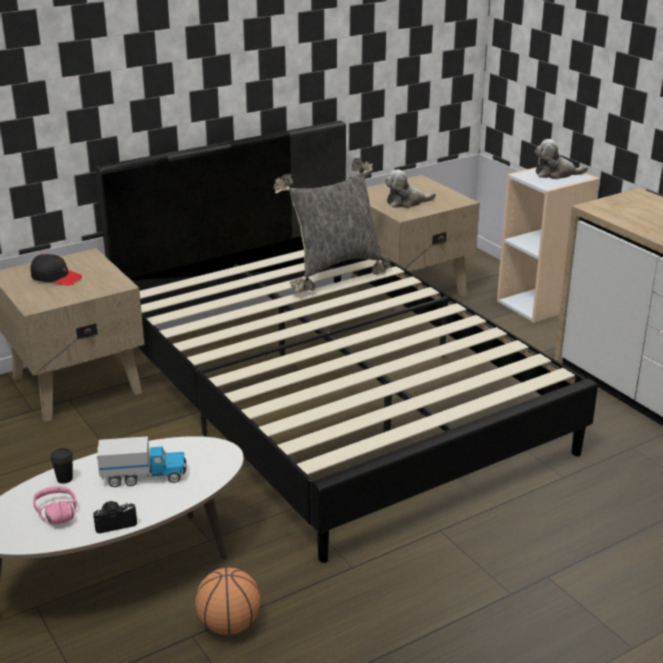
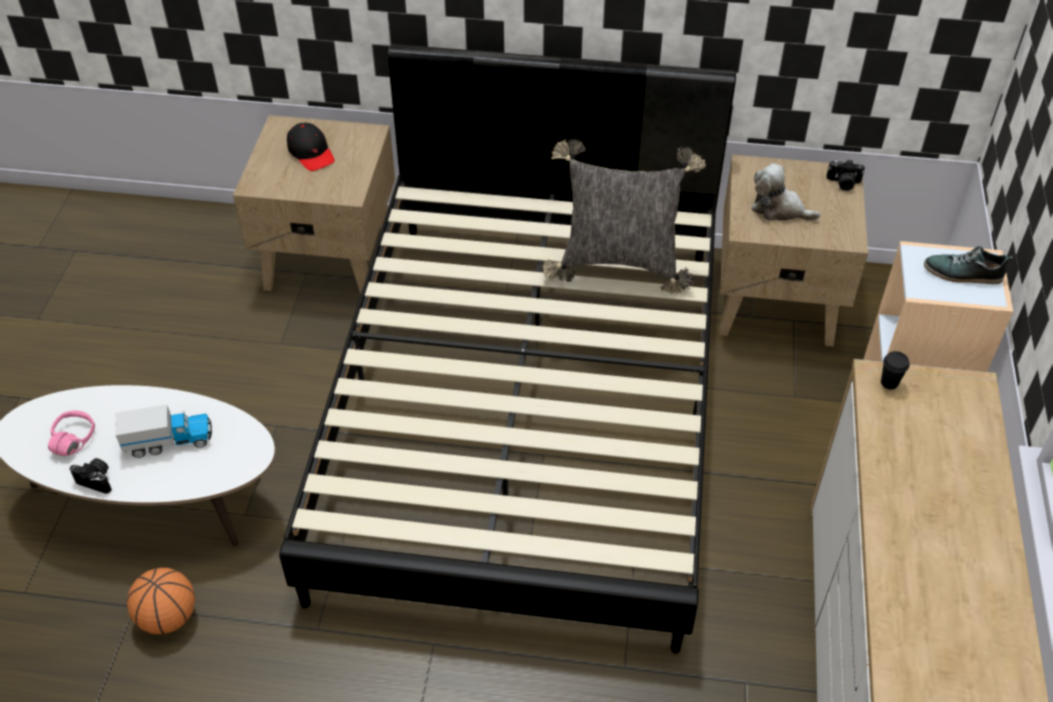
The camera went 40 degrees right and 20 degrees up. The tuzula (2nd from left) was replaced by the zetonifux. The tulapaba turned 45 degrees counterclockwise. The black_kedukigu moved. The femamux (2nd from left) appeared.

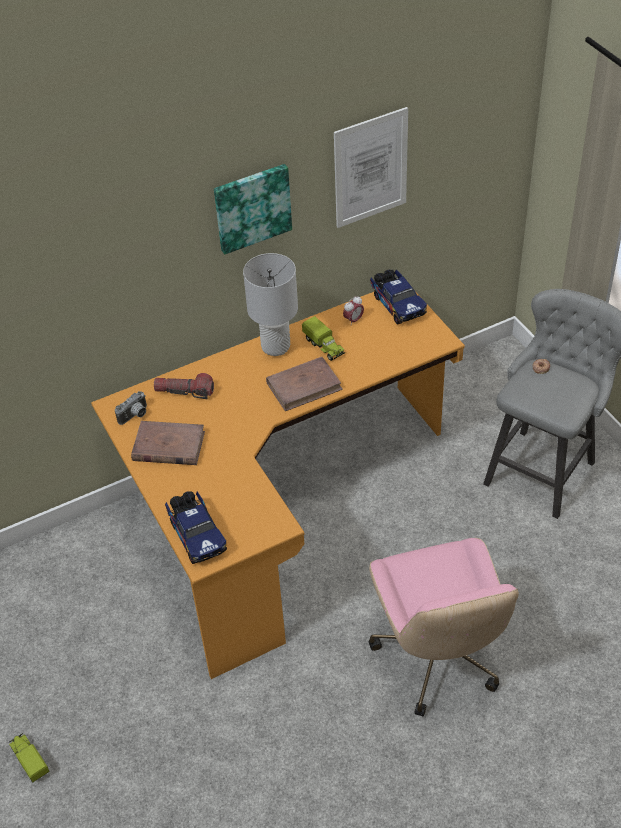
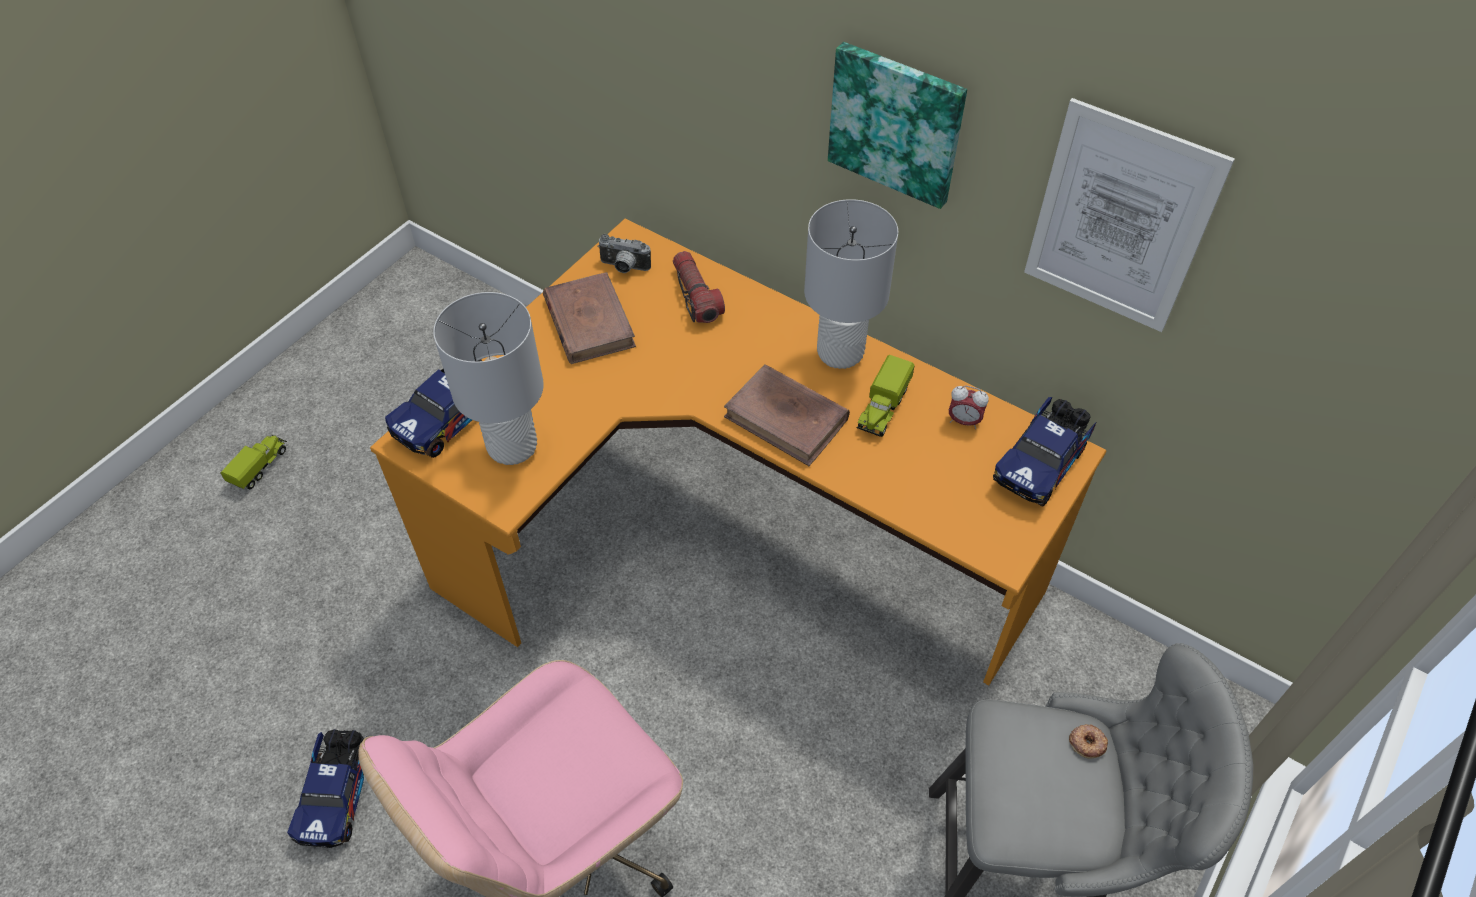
The camera went 60 degrees right and 5 degrees up. The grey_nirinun (1st from left) appeared. The tulapaba (2nd from left) appeared.

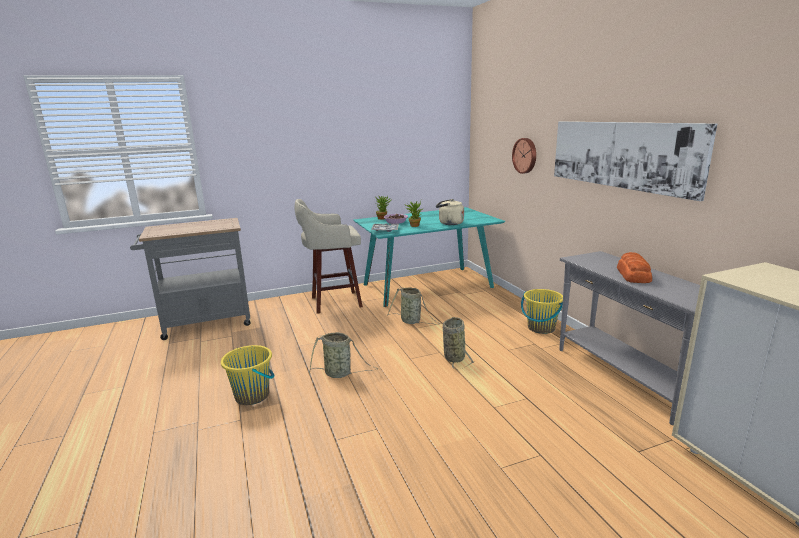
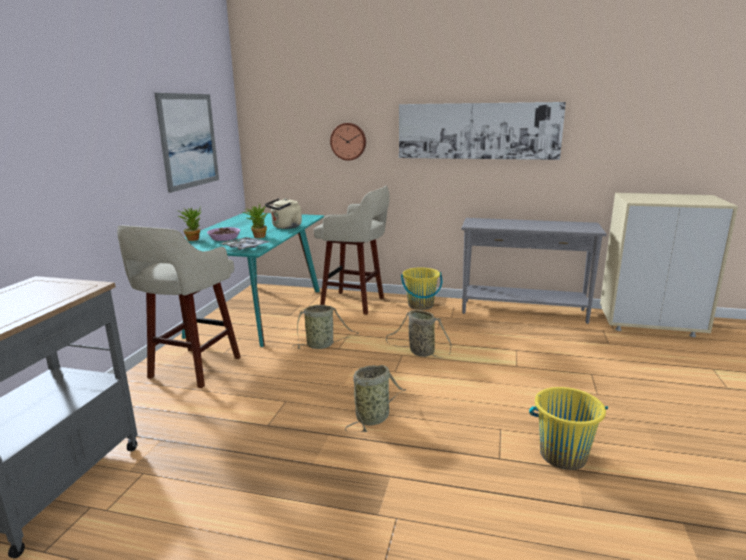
The camera went 55 degrees left and 0 degrees up. The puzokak disappeared. The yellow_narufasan (1st from left in the first image) moved. The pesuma (1st from left) appeared. The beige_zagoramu (2nd from left) appeared.

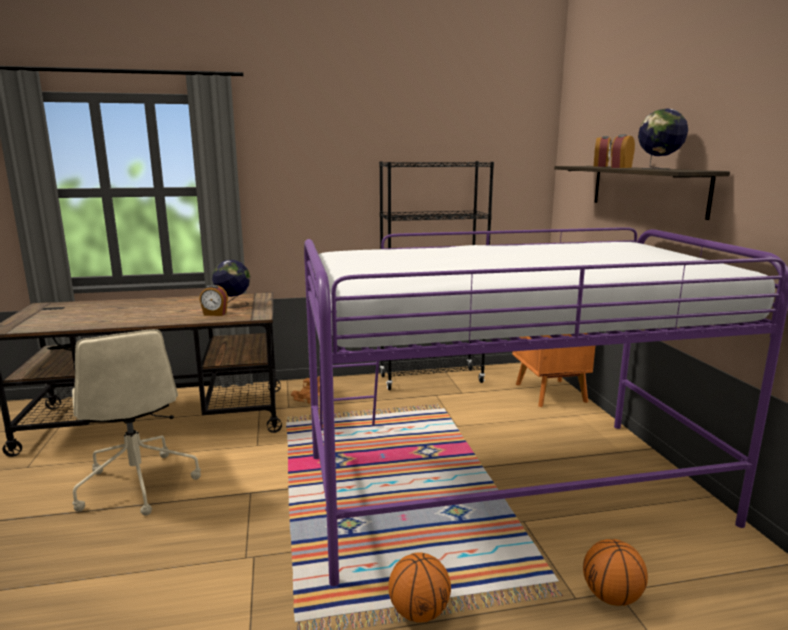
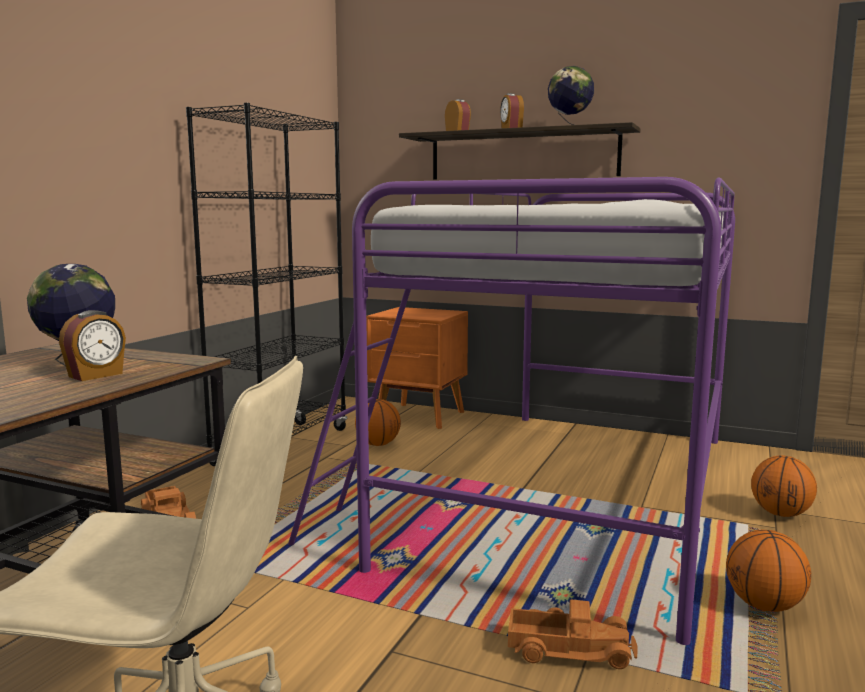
The camera went 55 degrees left and 5 degrees down. The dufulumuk (1st from left) appeared. The tulapaba (2nd from left) appeared.

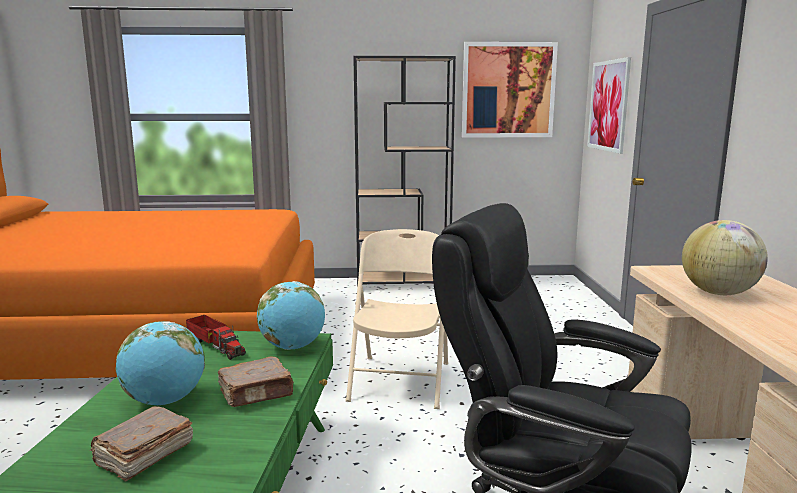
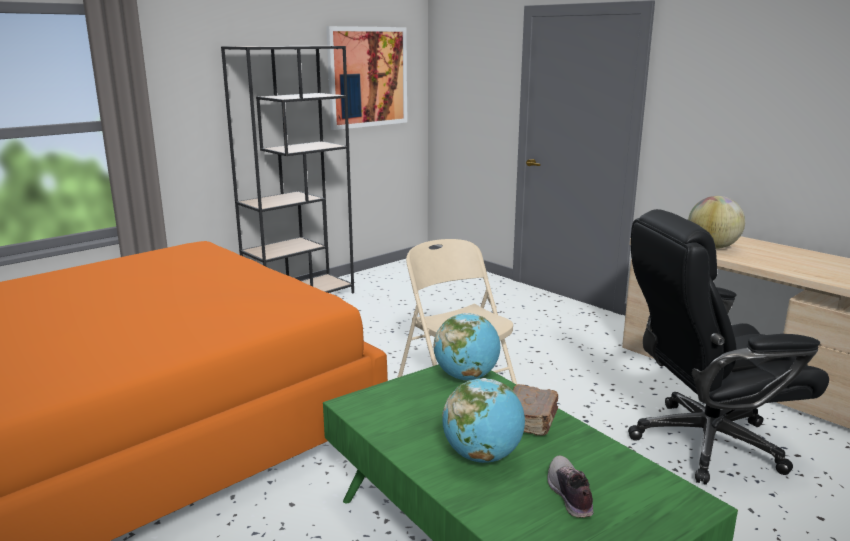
The camera went 40 degrees left and 5 degrees up. The pesuma (2nd from left) disappeared. The tulapaba disappeared. The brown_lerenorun (1st from left) was replaced by the zetonifux.

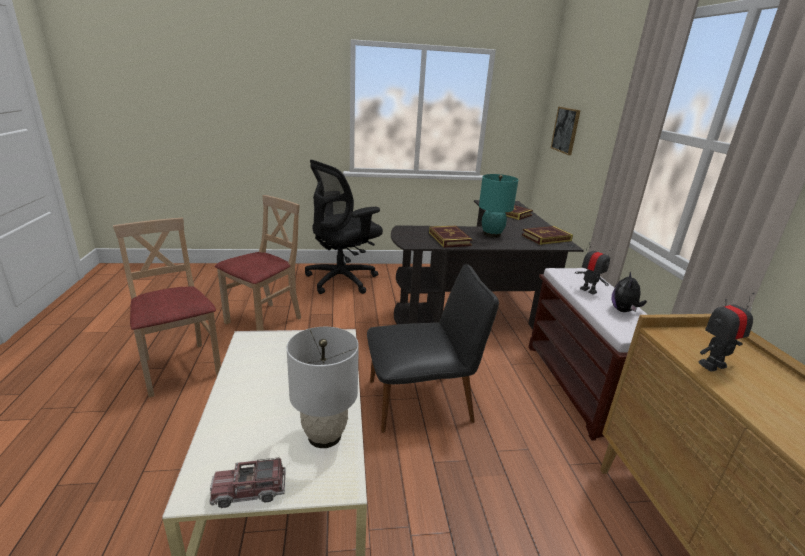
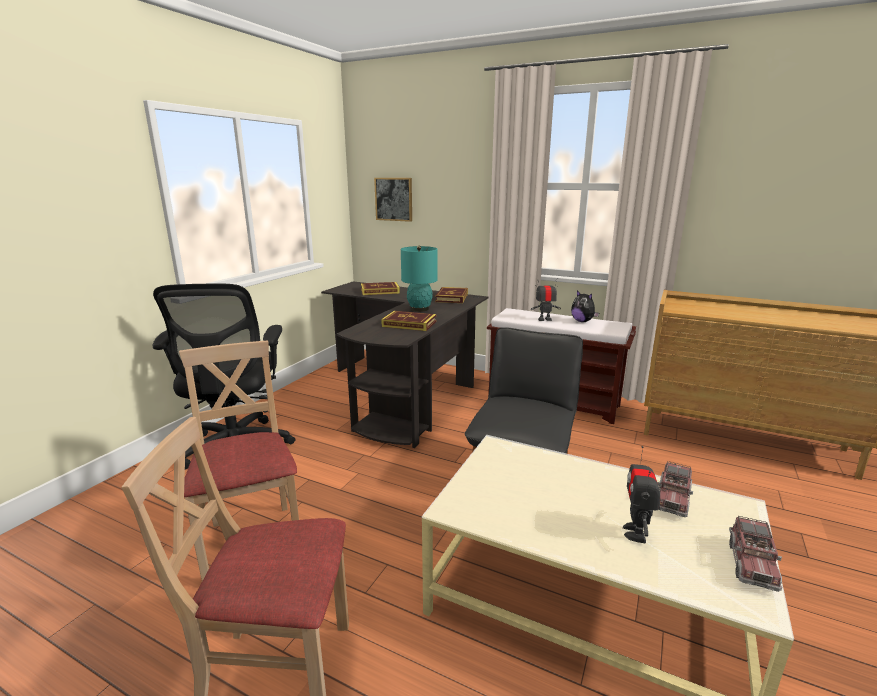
The camera went 55 degrees left and 5 degrees down. The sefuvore (2nd from left) moved. The white_nirinun was replaced by the tulapaba (1st from left).

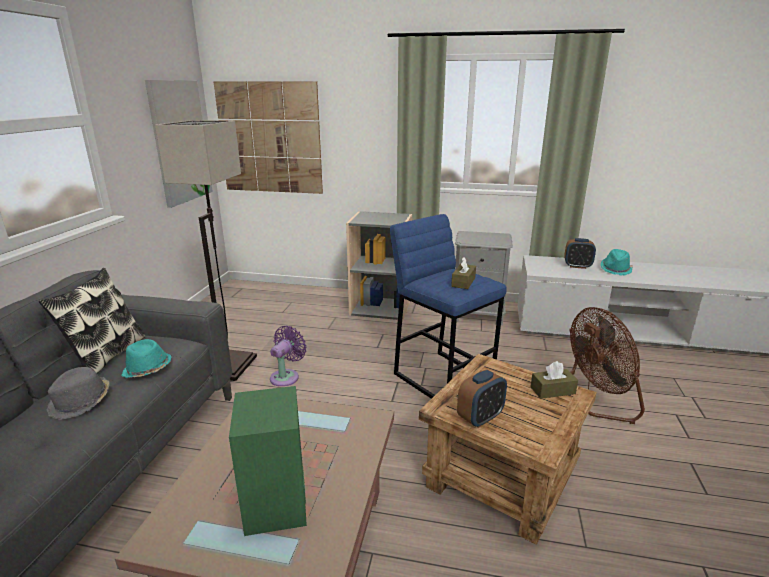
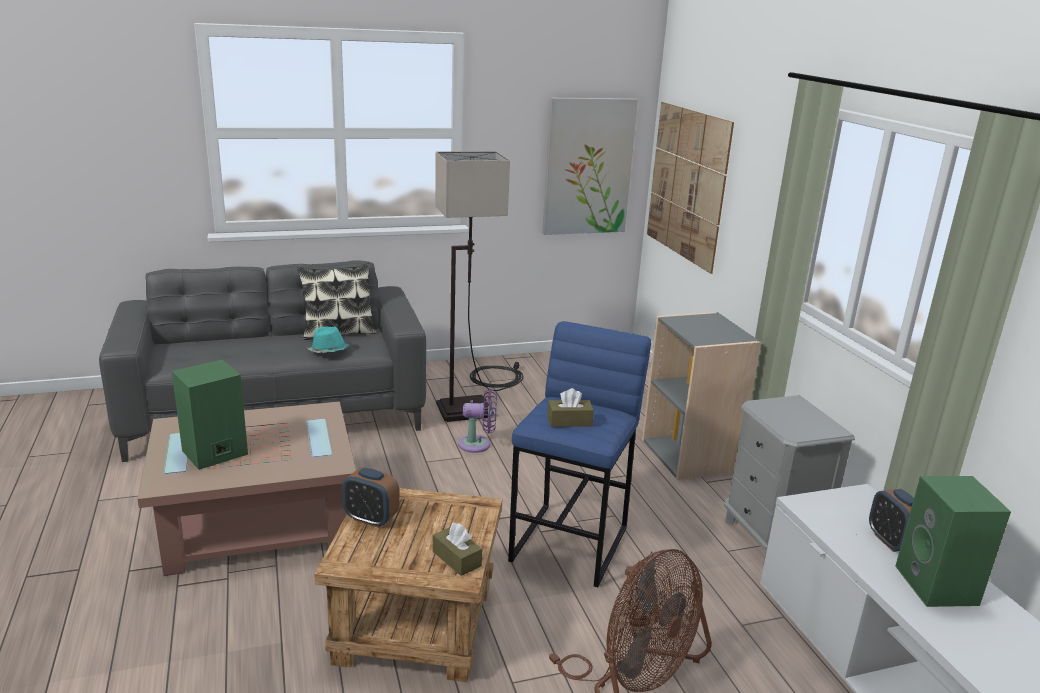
The camera went 60 degrees right and 0 degrees up. The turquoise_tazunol (2nd from left) was replaced by the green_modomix (2nd from left). The grey_tazunol disappeared.

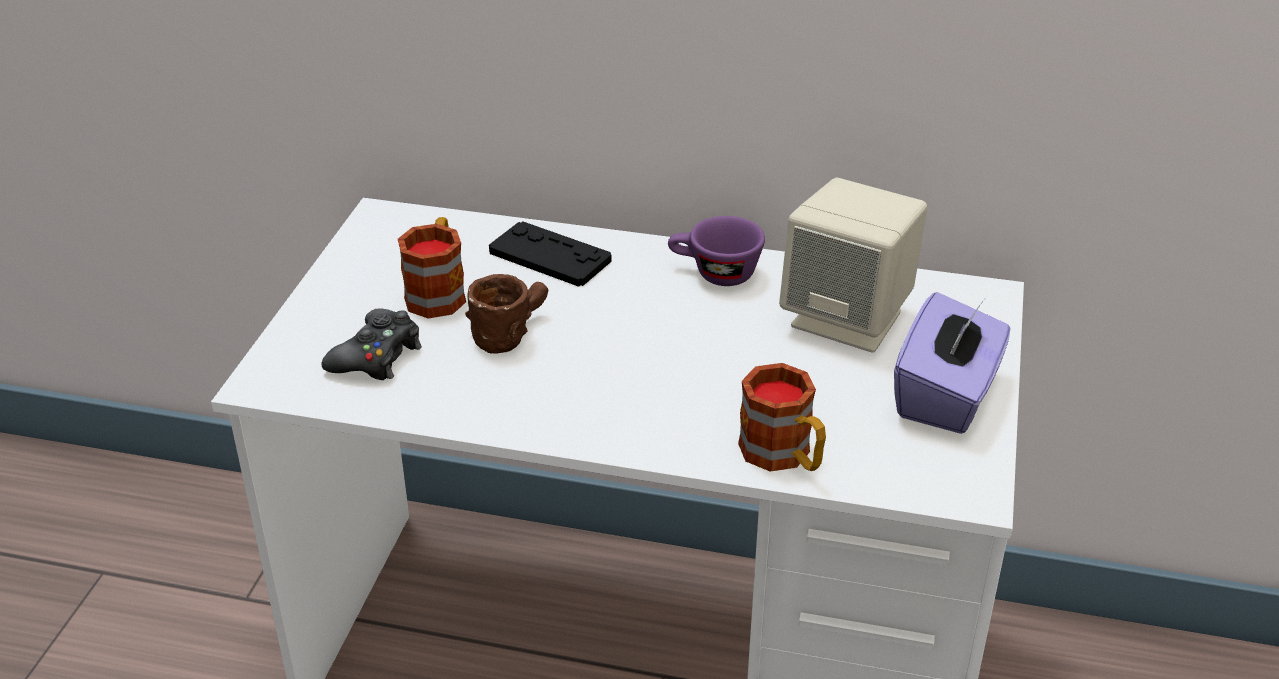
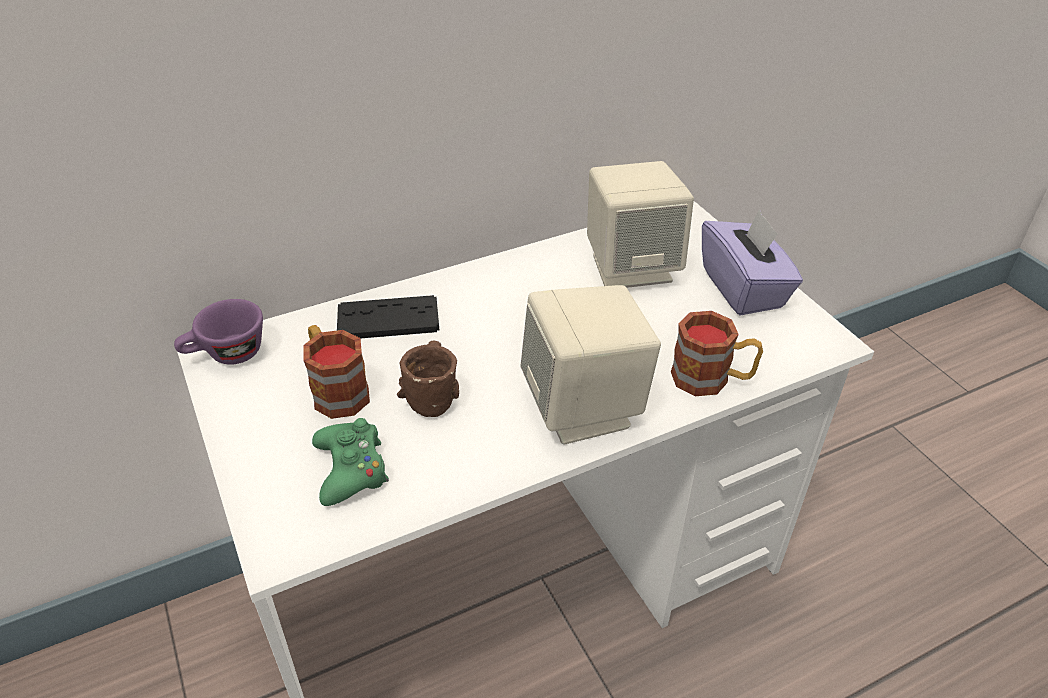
The camera went 40 degrees left and 5 degrees up. The purple_kedukigu moved. The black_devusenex (1st from left) became the green_devusenex. The beige_modomix (1st from left) appeared.

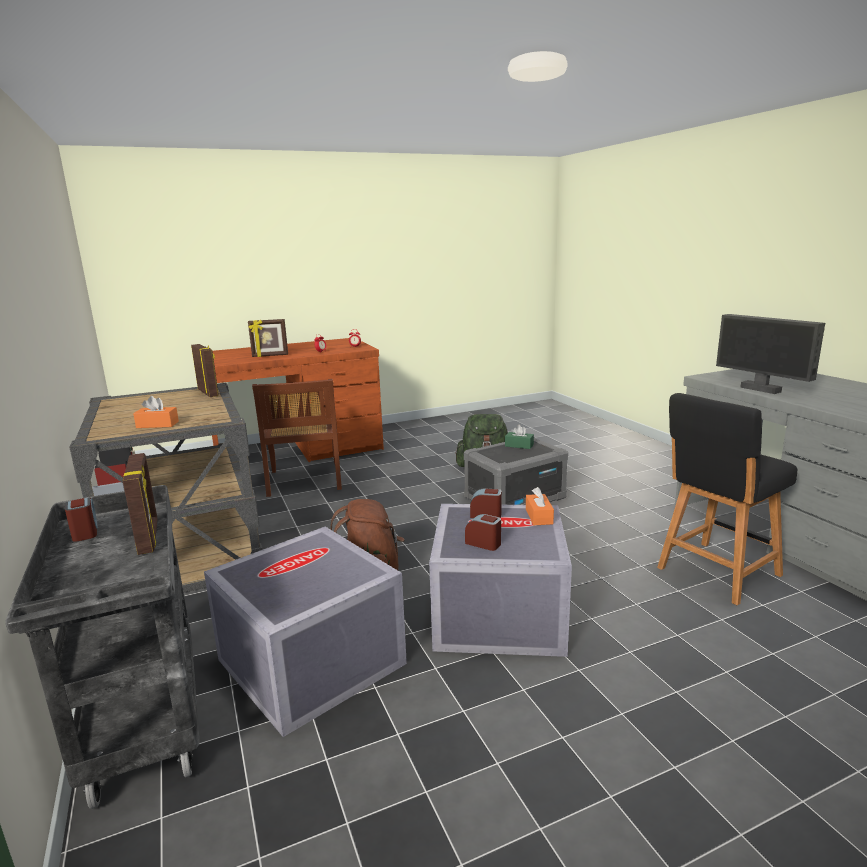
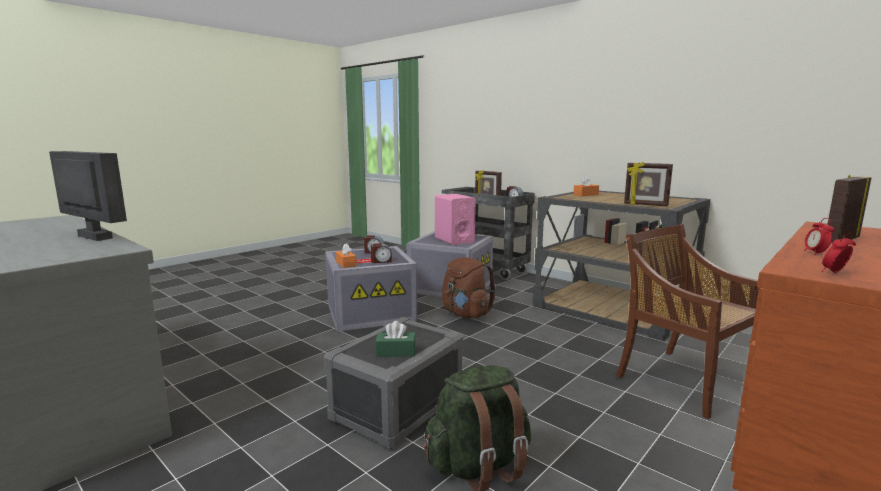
The camera went 155 degrees right and 5 degrees down. The black_zagoramu disappeared. The pink_modomix appeared.

